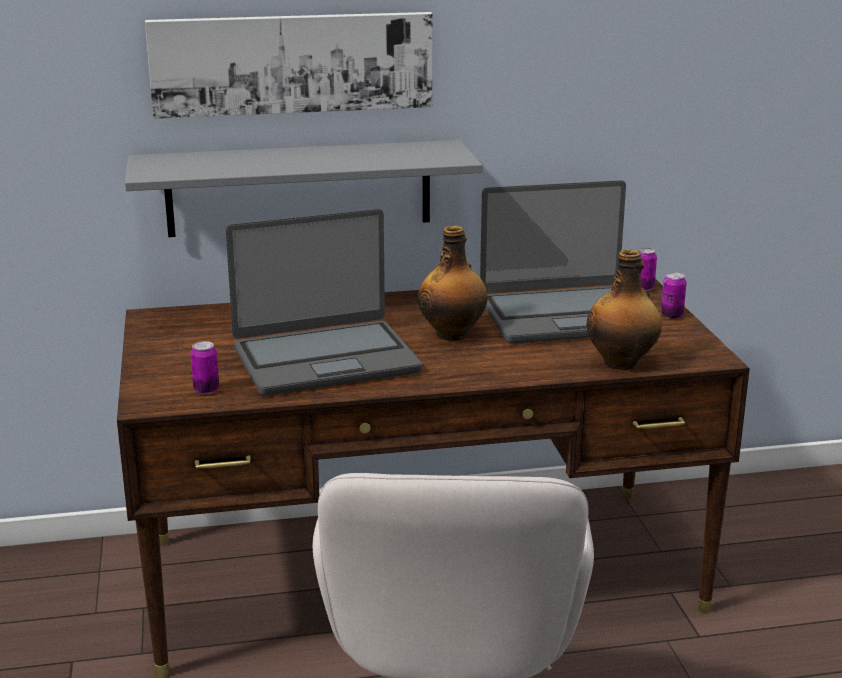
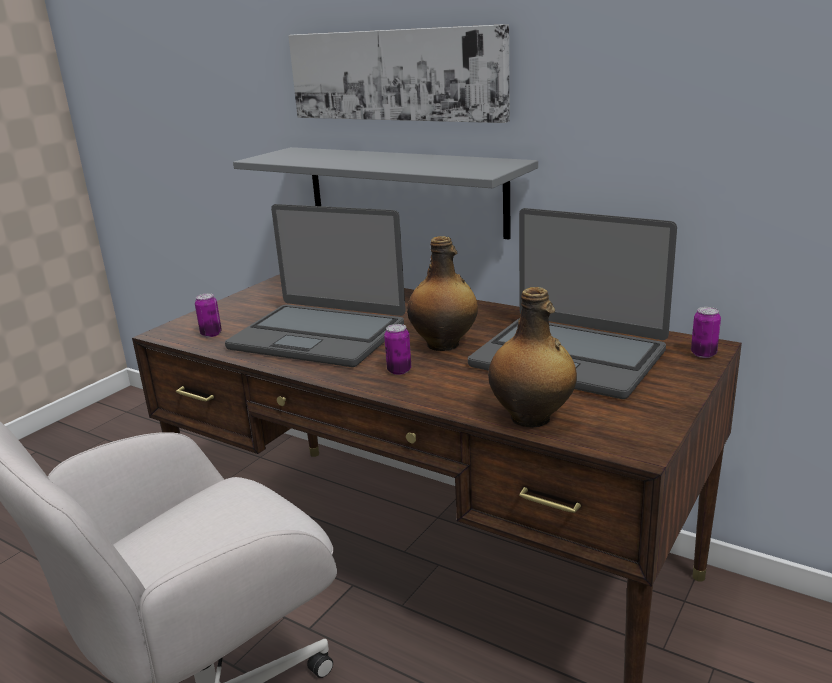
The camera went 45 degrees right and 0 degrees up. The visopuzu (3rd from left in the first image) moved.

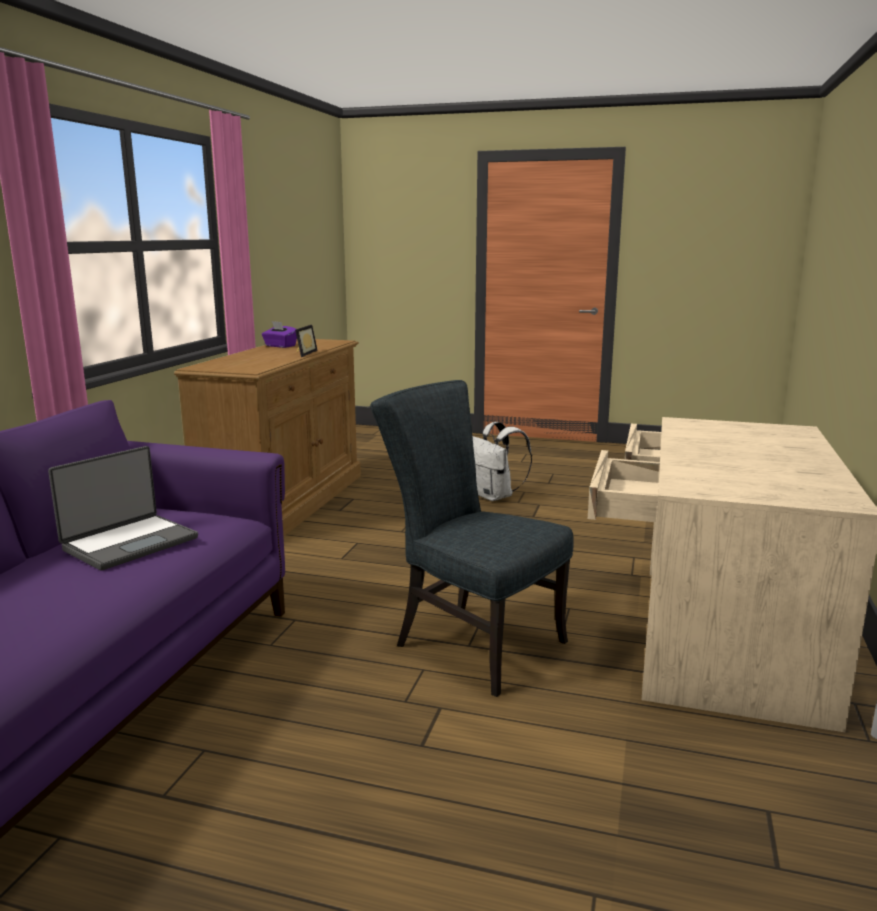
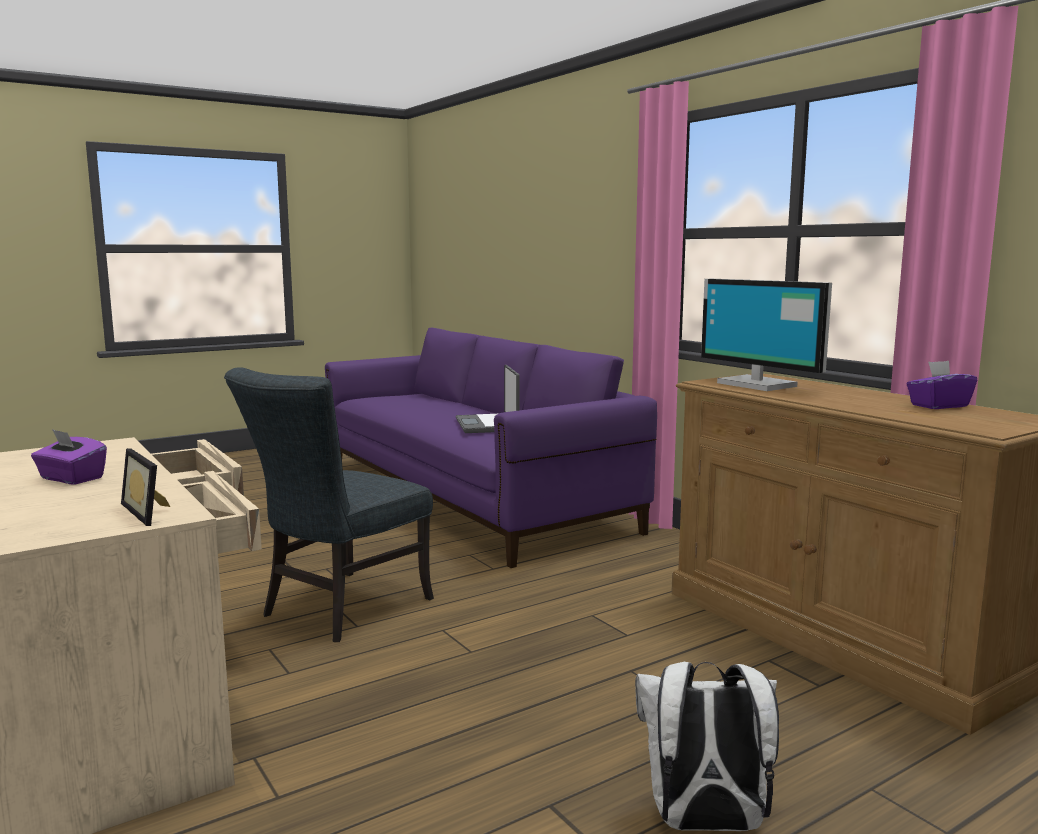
The camera went 130 degrees right and 5 degrees down. The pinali moved. The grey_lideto turned 135 degrees clockwise. The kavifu appeared. The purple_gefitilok (1st from left) appeared.

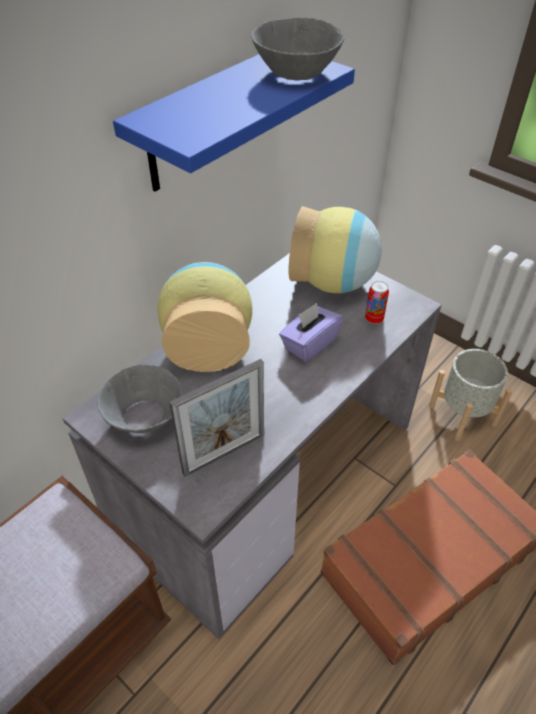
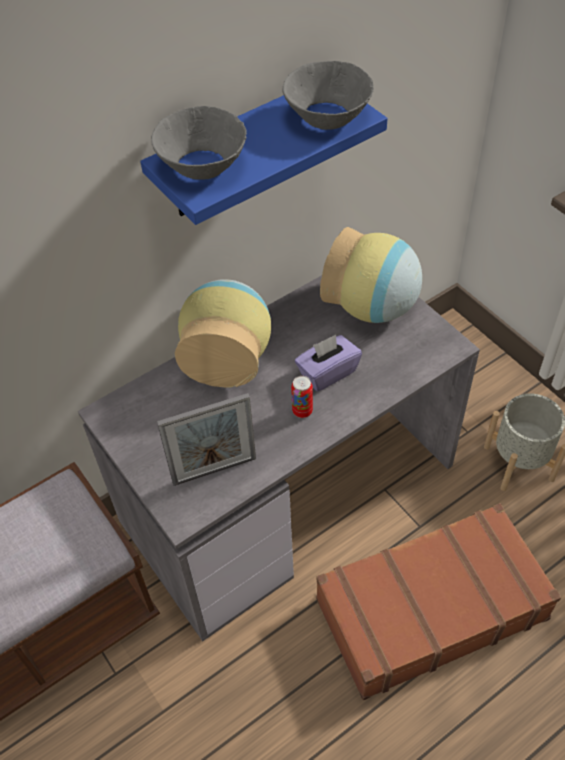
The camera went 15 degrees right and 5 degrees up. The visopuzu moved. The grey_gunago (1st from left) moved.

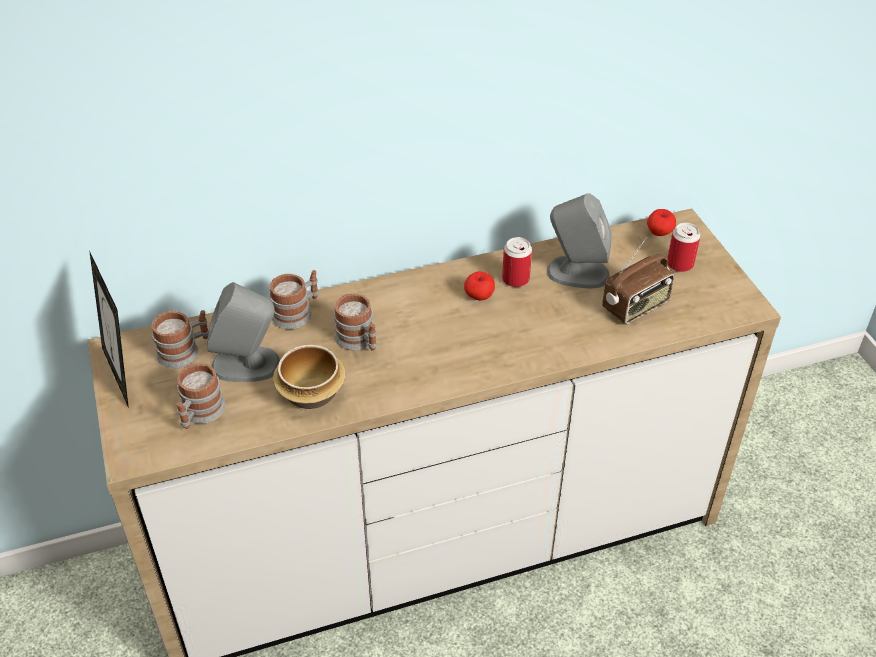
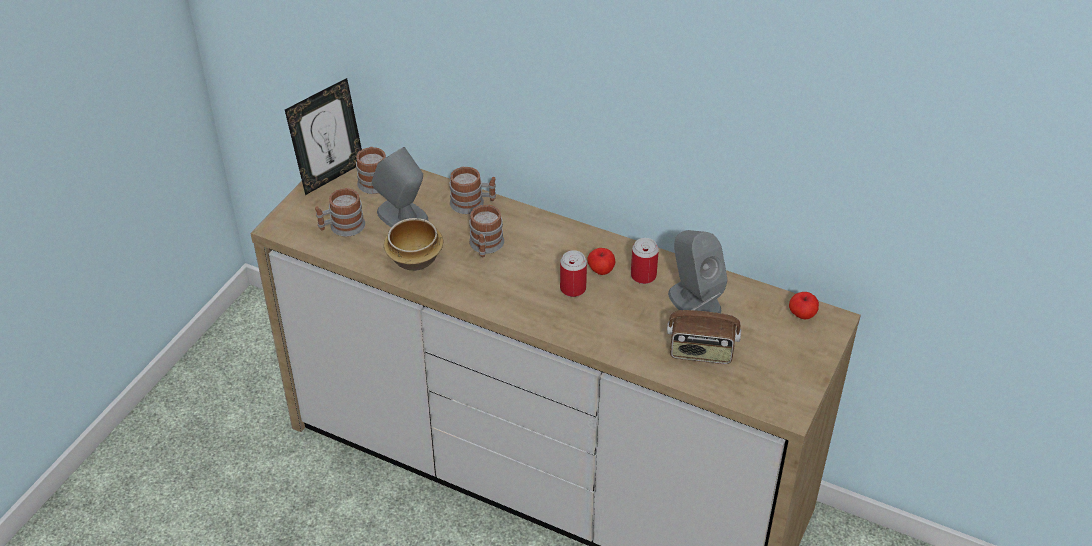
The camera went 45 degrees right and 0 degrees up. The visopuzu (2nd from left in the first image) moved. The pinali turned 150 degrees counterclockwise.

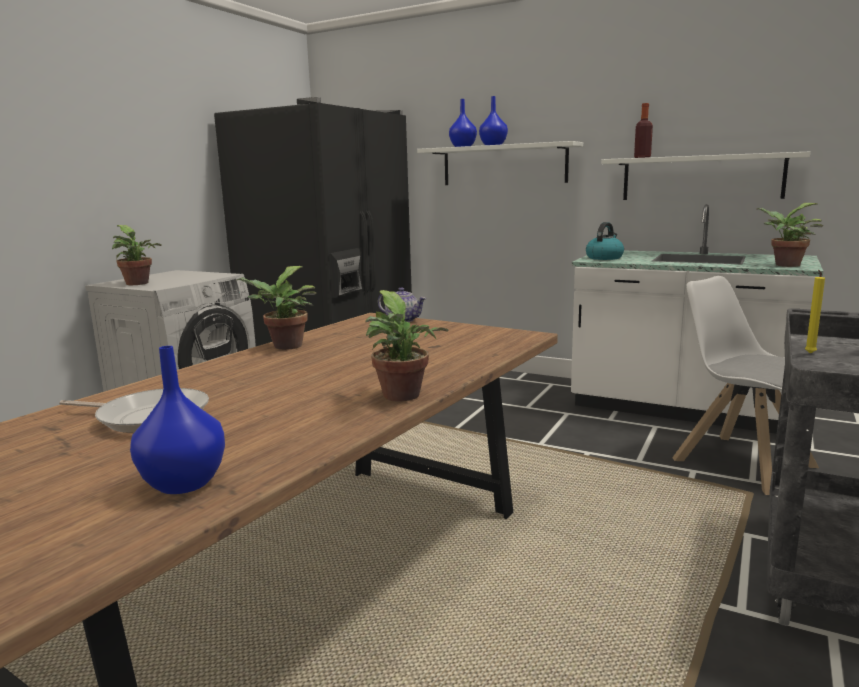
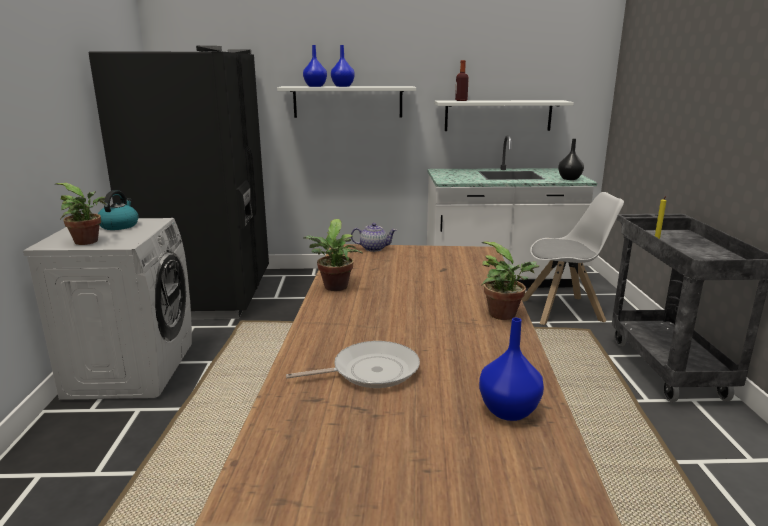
The camera went 30 degrees left and 5 degrees up. The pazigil (4th from left) was replaced by the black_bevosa. The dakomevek moved. The lideto turned 150 degrees clockwise.

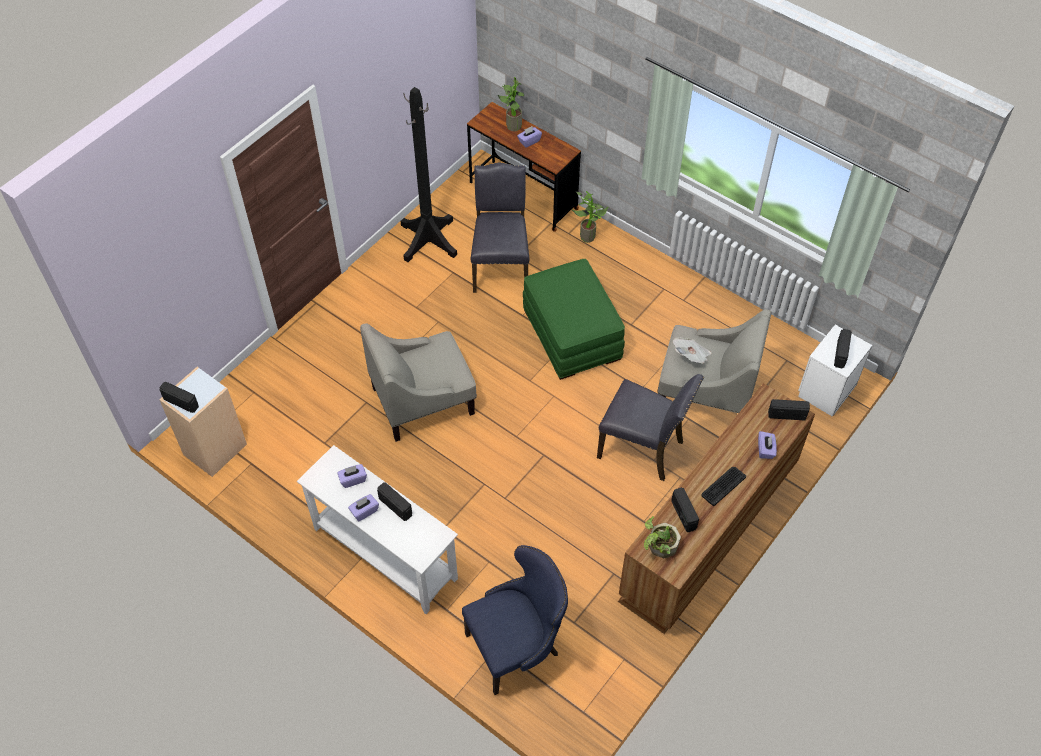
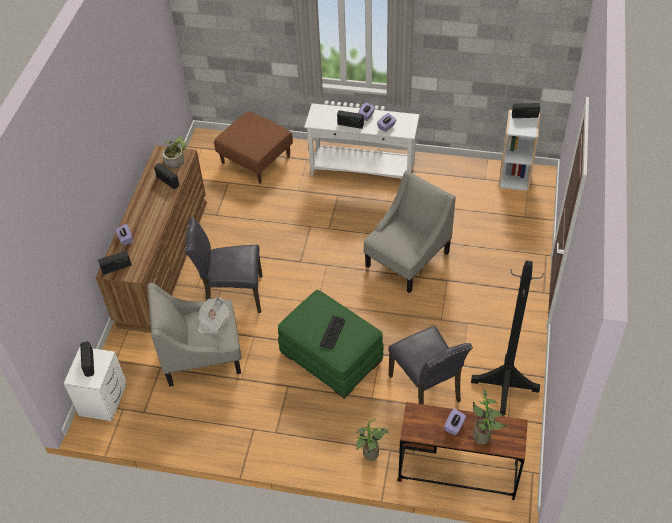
The camera went 155 degrees right and 5 degrees down. The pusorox moved. The blue_lideto was replaced by the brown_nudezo.

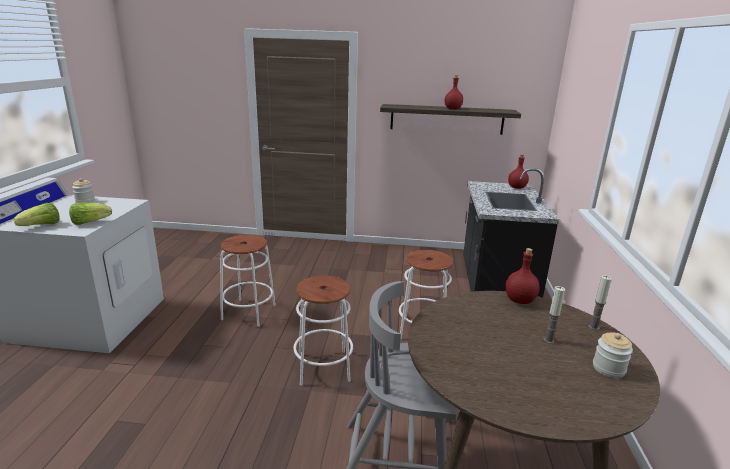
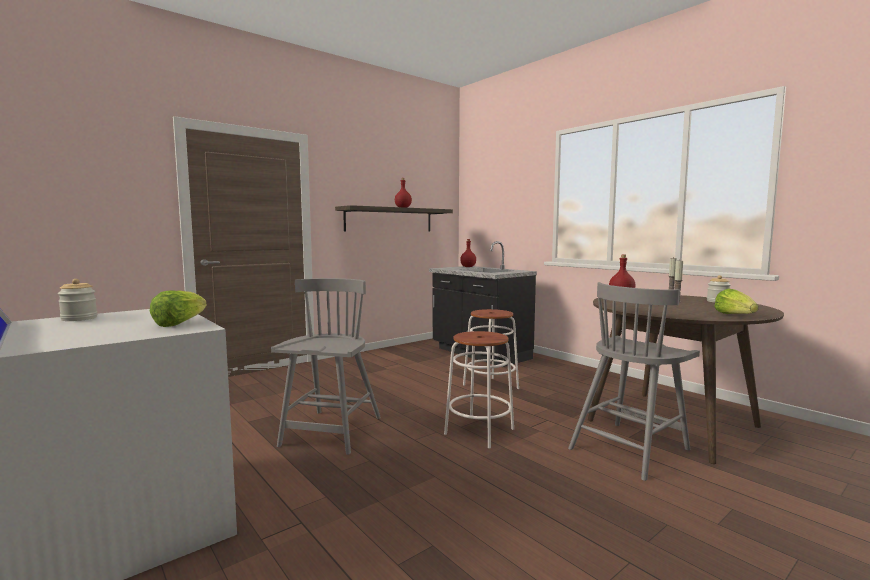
The camera went 45 degrees left and 15 degrees down. The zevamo (1st from left in the first image) moved. The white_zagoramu (1st from left) was replaced by the grey_lideto (1st from left).

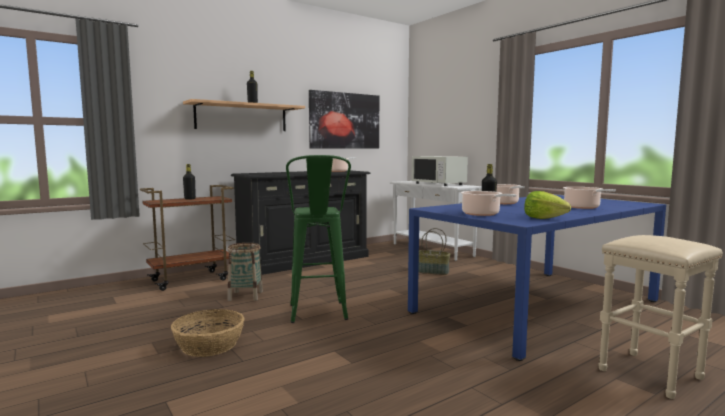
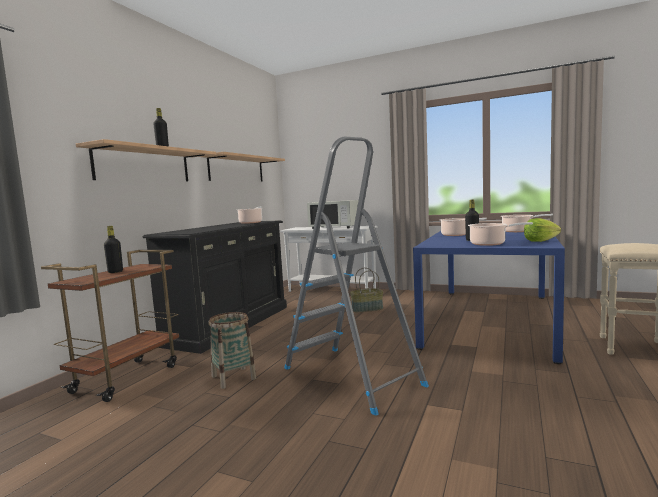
The camera went 30 degrees left and 0 degrees up. The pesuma was replaced by the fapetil (2nd from left). The green_zagoramu was replaced by the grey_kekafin. The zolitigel (1st from left) disappeared.

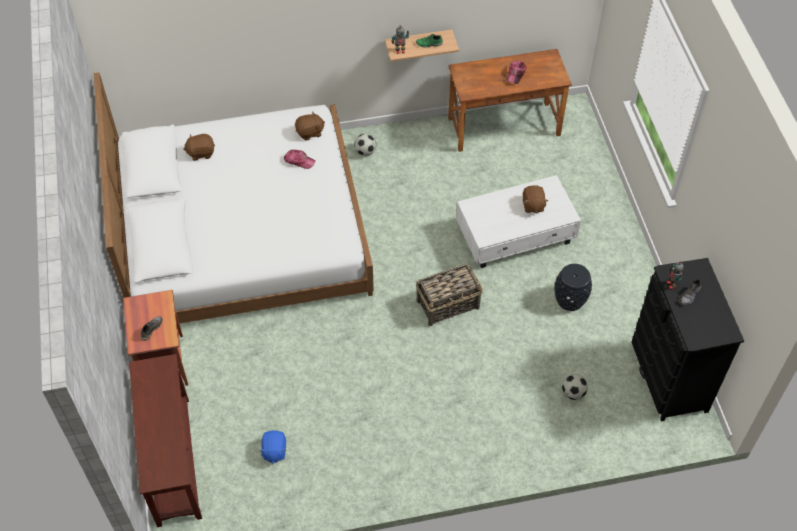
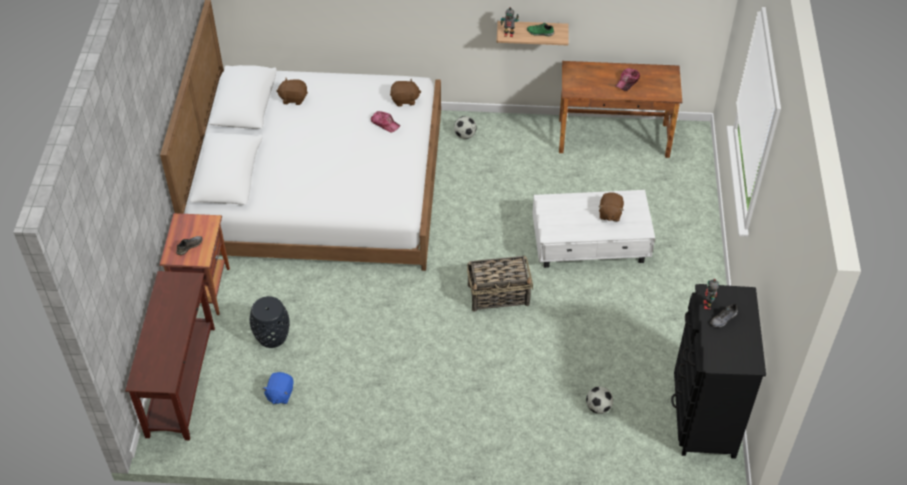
The camera went 15 degrees right and 5 degrees down. The black_zagoramu moved.

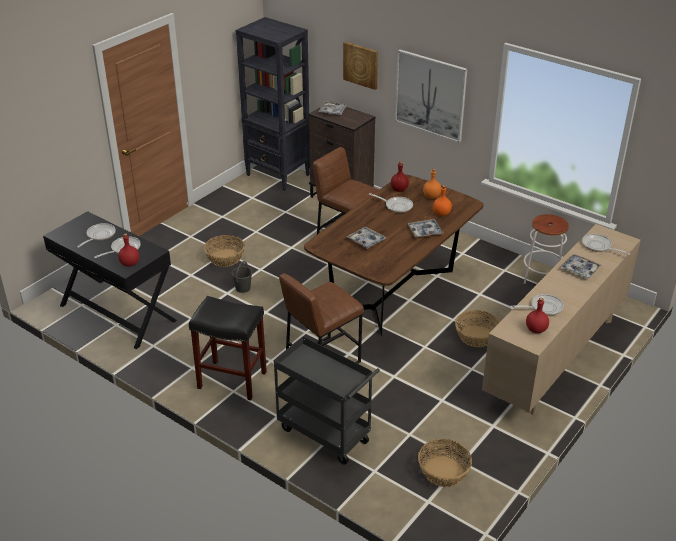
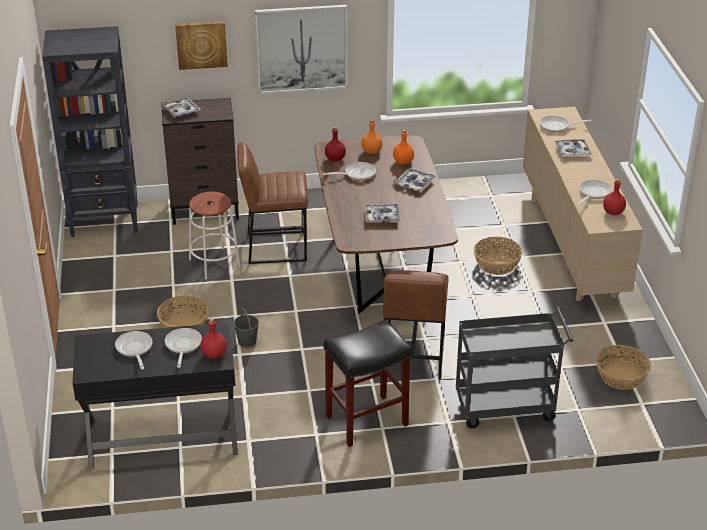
The camera went 45 degrees left and 0 degrees up. The white_zagoramu moved.

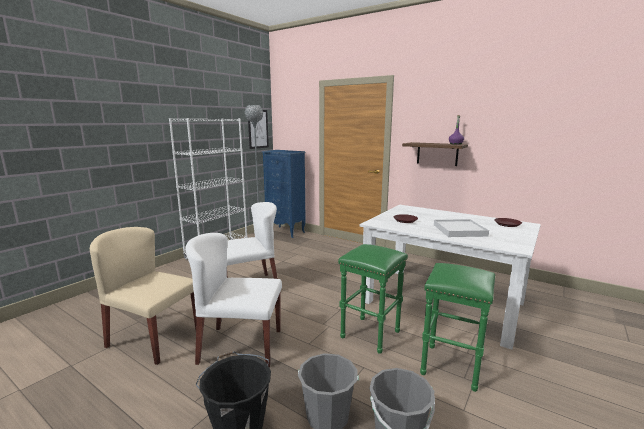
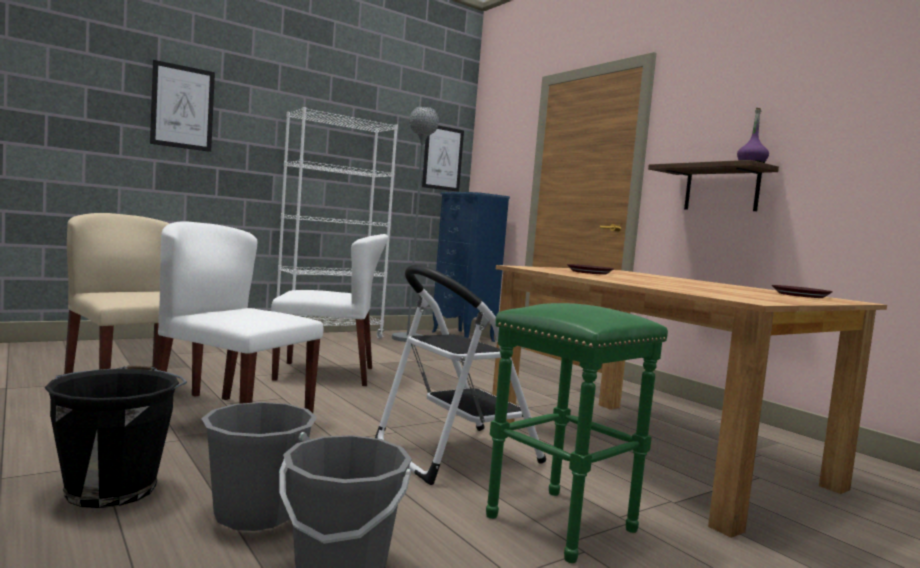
The camera went 20 degrees right and 10 degrees down. The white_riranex became the brown_riranex. The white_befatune disappeared. The green_zagoramu (1st from left) was replaced by the kekafin. The pesuma (1st from left) appeared.

